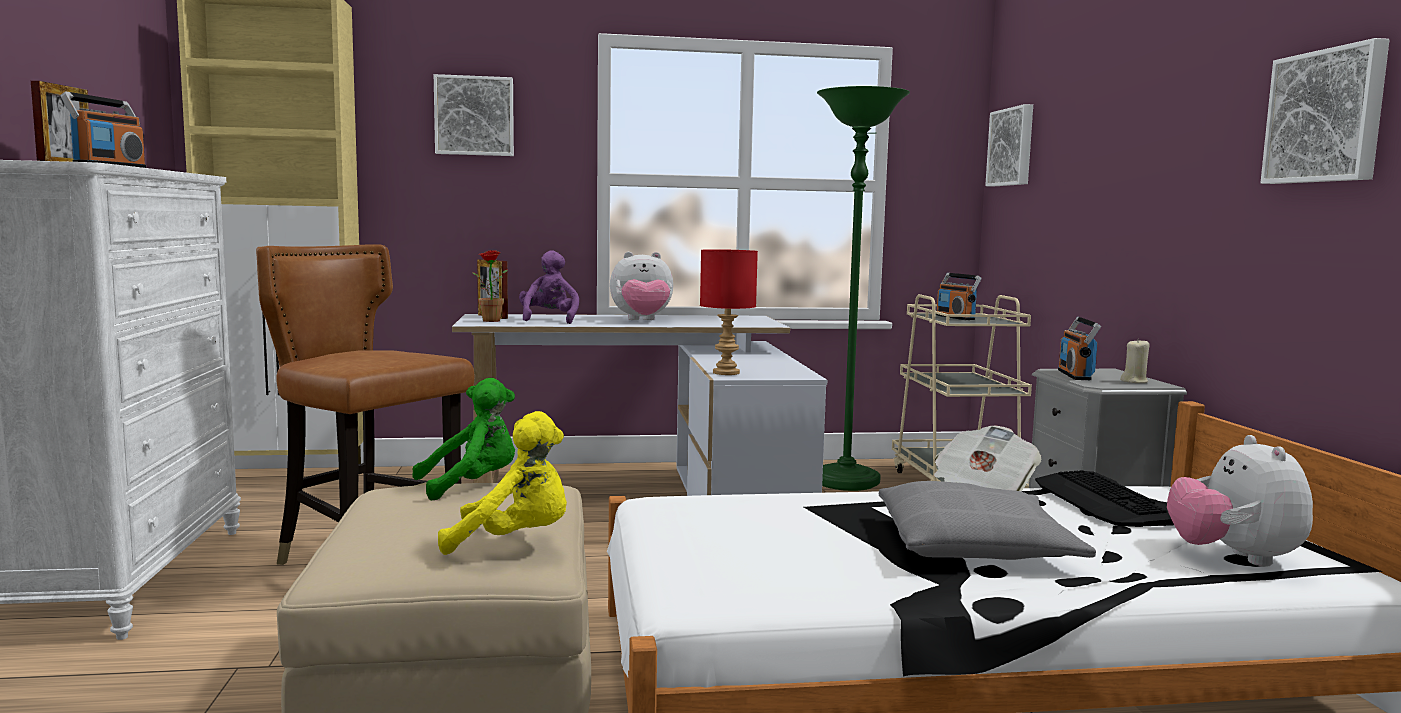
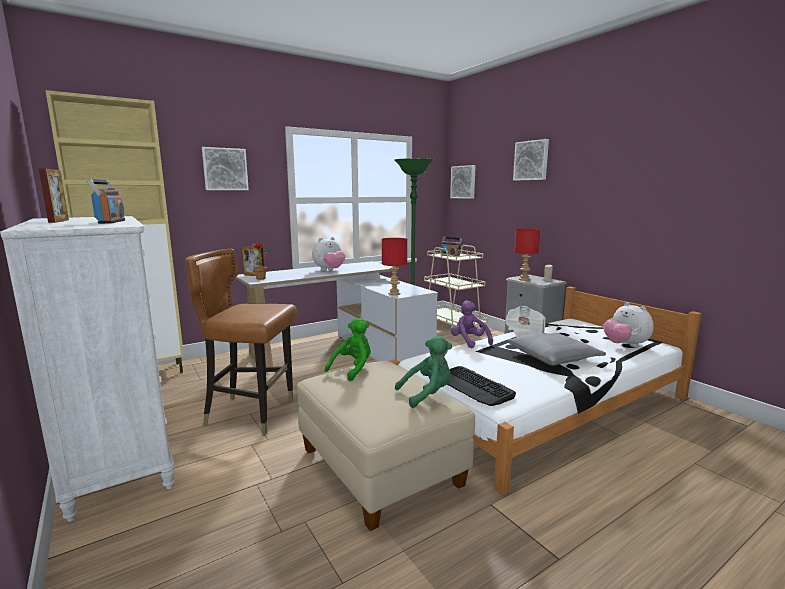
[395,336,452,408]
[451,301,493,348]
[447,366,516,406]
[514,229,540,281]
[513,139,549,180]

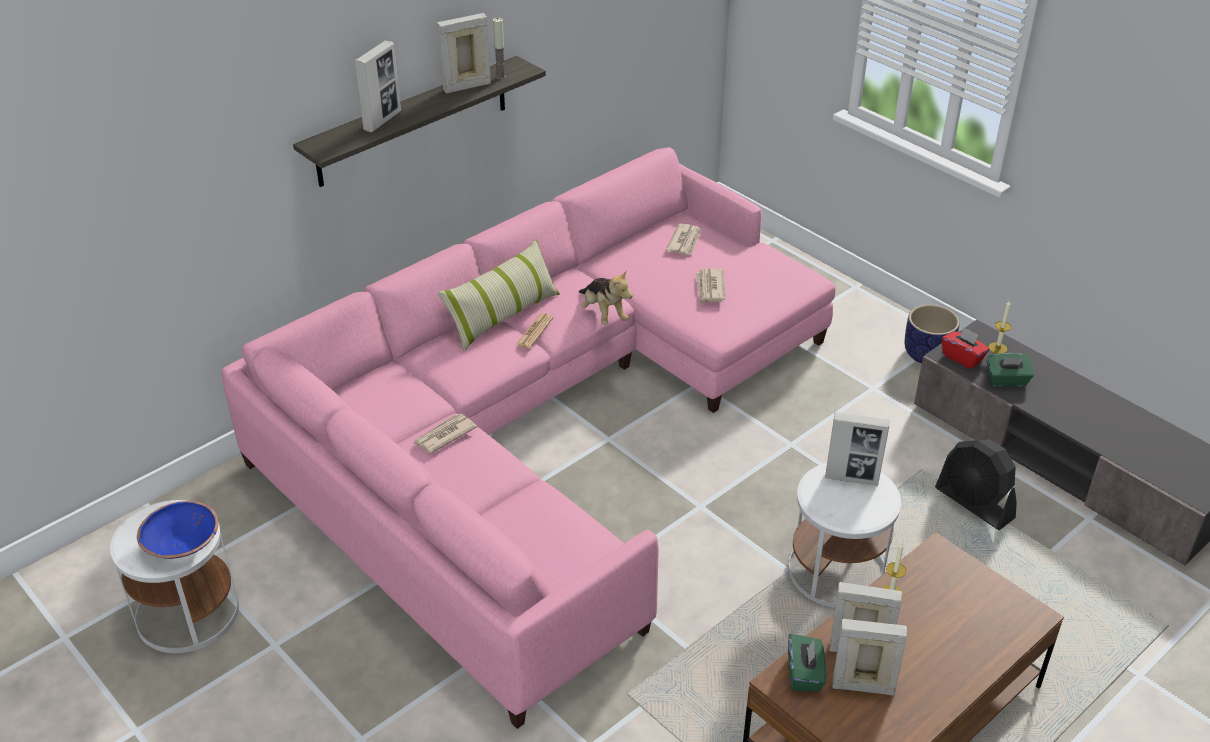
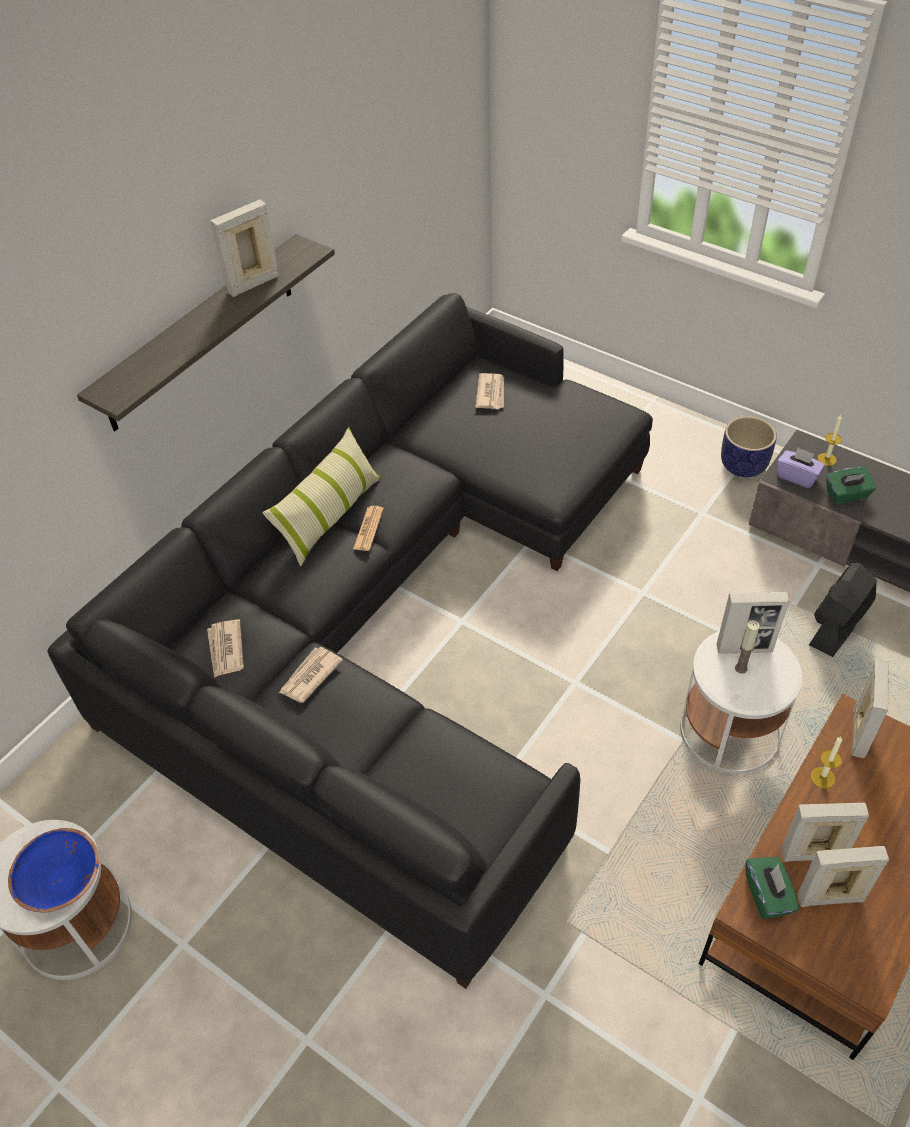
[47,293,653,989]
[851,659,889,758]
[735,621,759,674]
[579,269,633,325] (first image)
[207,619,244,678]
[809,563,877,657]
[777,447,825,488]

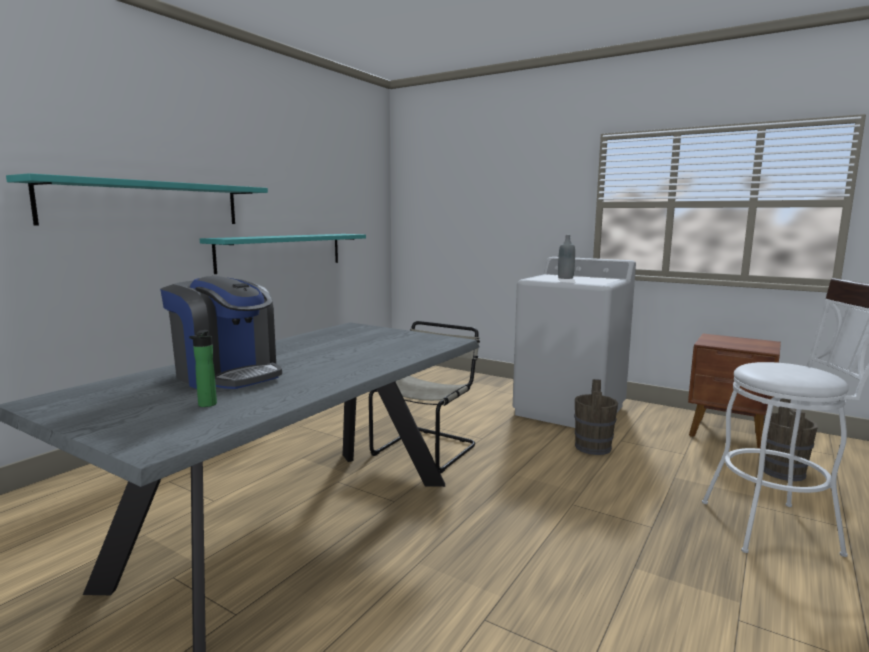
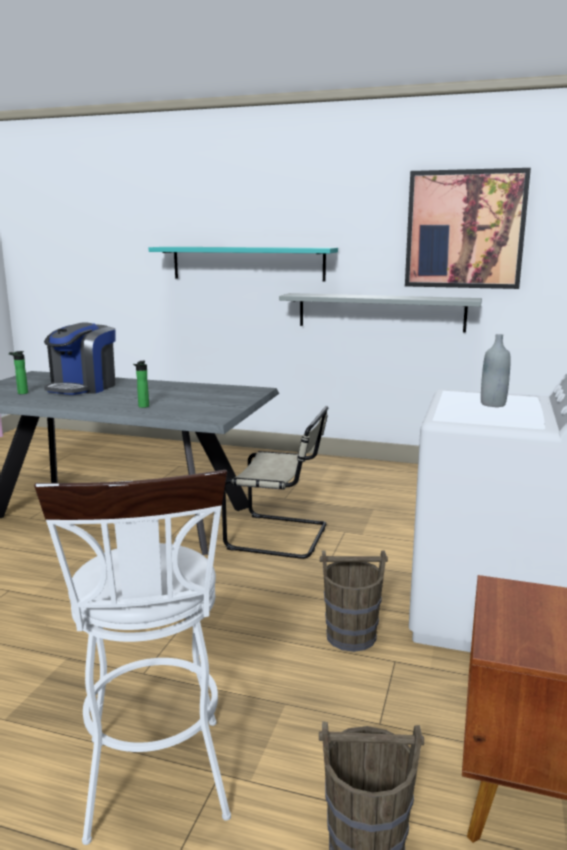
[279,293,482,333]
[133,361,149,408]
[405,168,531,289]

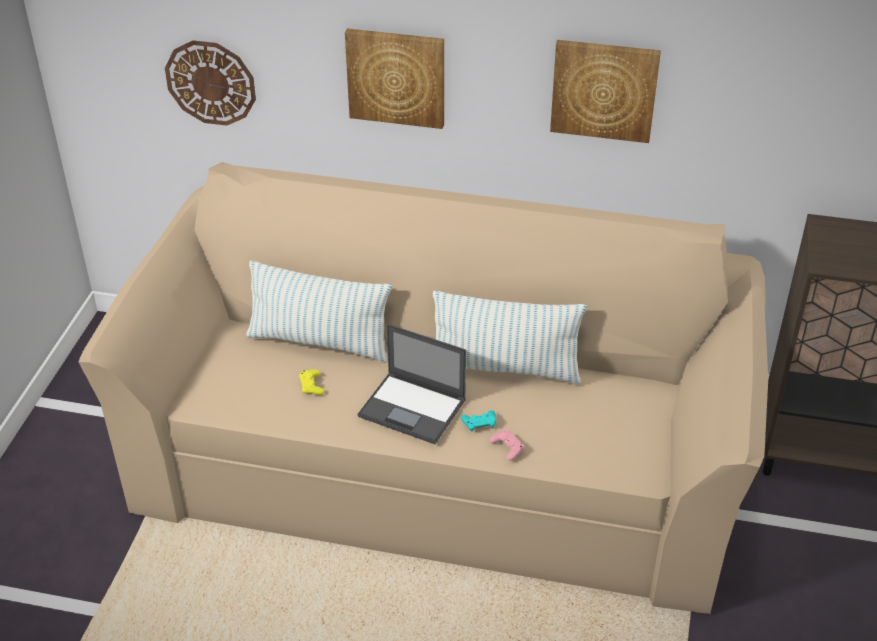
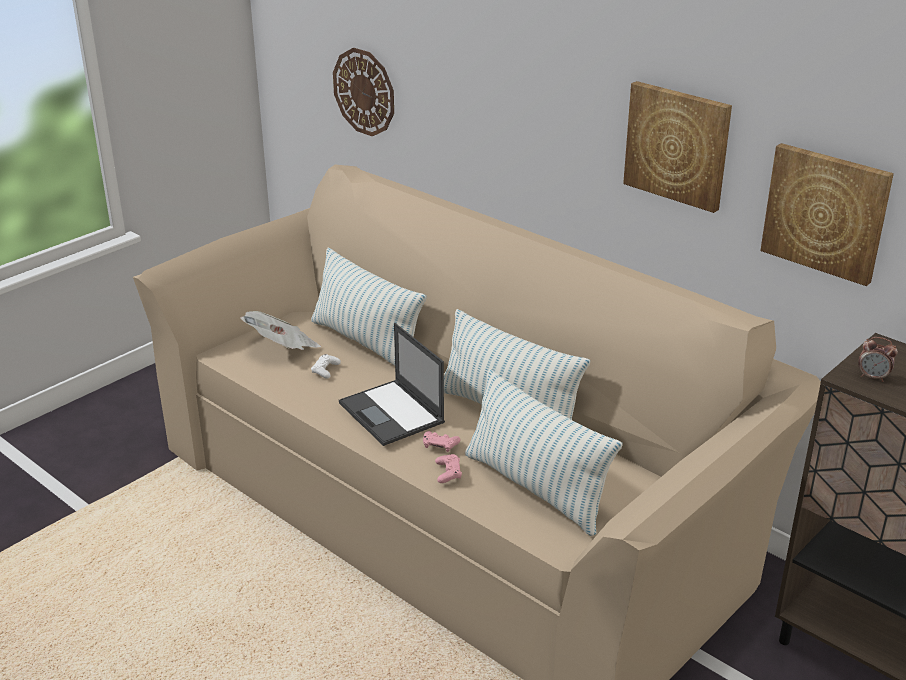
[311,354,341,379]
[760,143,894,286]
[423,431,461,452]
[240,311,321,350]
[465,369,622,536]
[859,337,898,382]

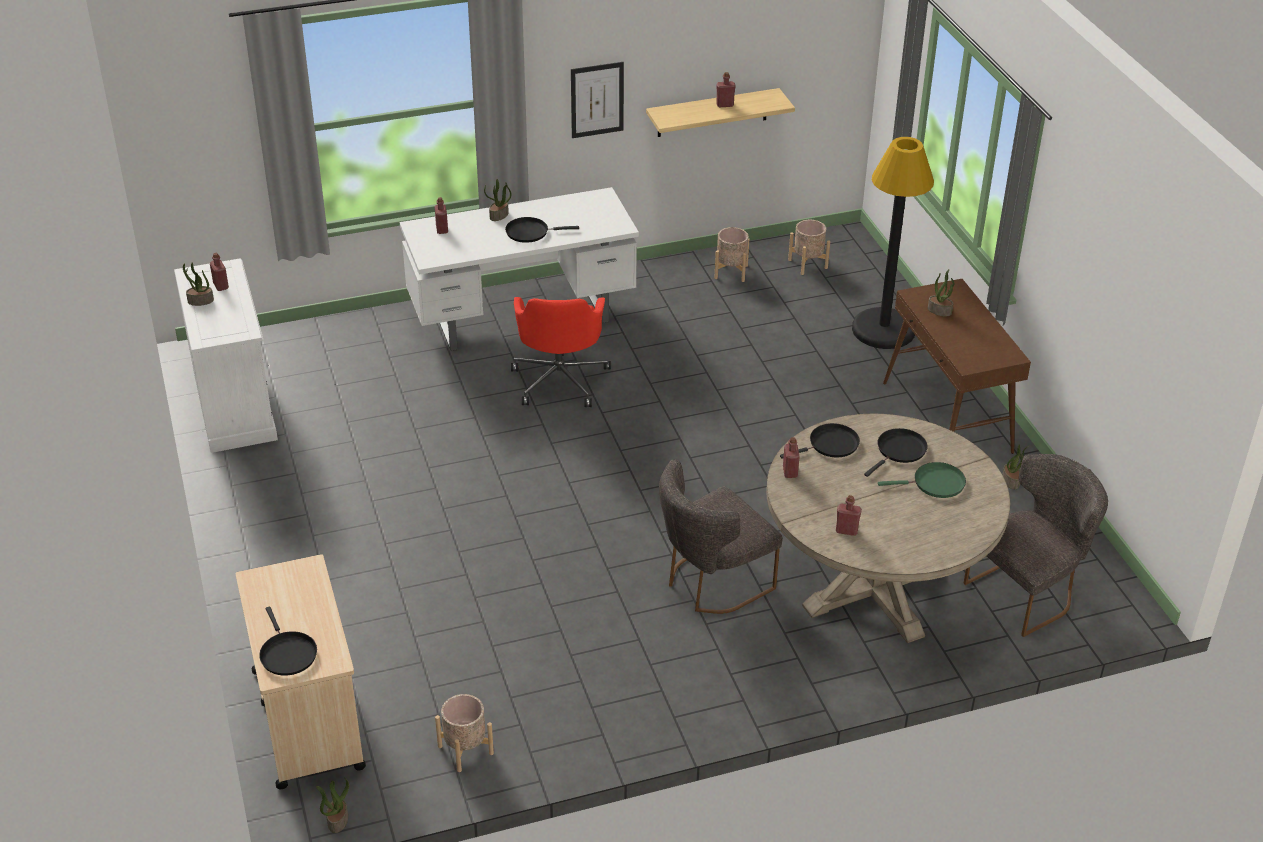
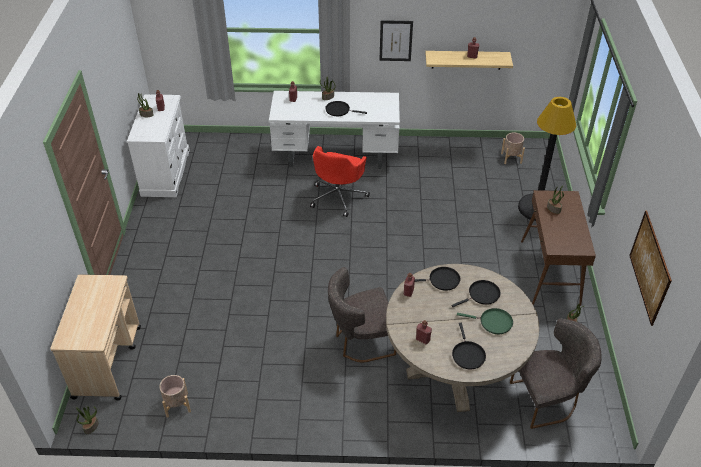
[452,323,486,369]
[714,227,749,282] (first image)
[629,210,672,326]

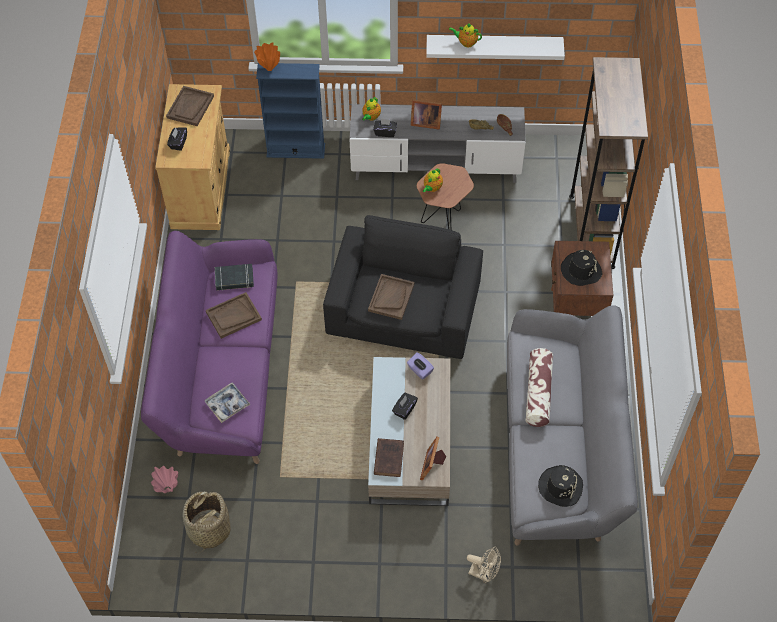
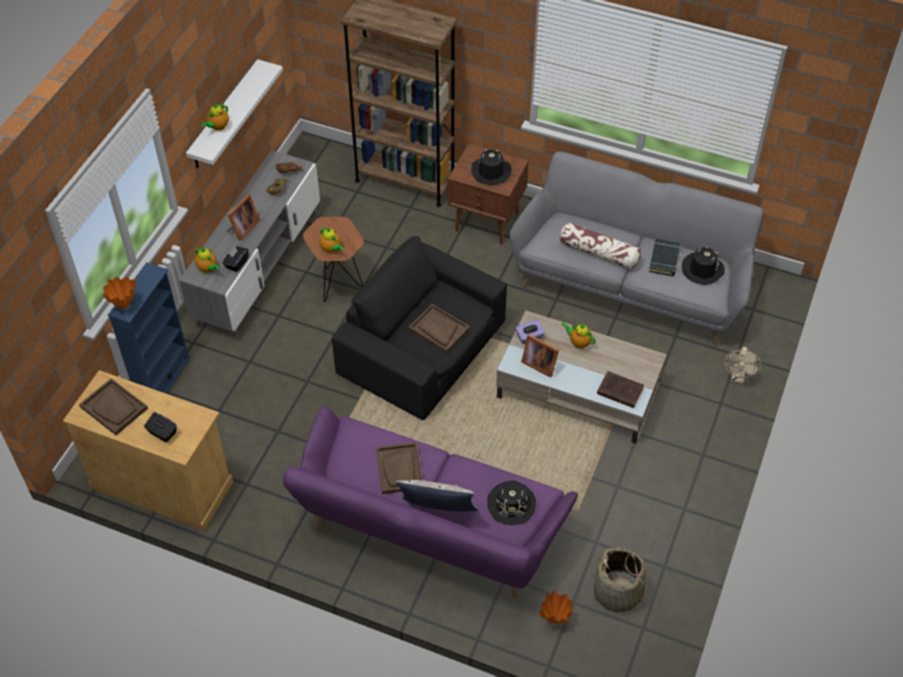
[540,591,574,624]
[487,480,536,525]
[649,239,681,276]
[392,393,418,420] (first image)
[521,334,559,378]
[724,347,761,384]
[396,480,478,512]
[561,322,595,349]

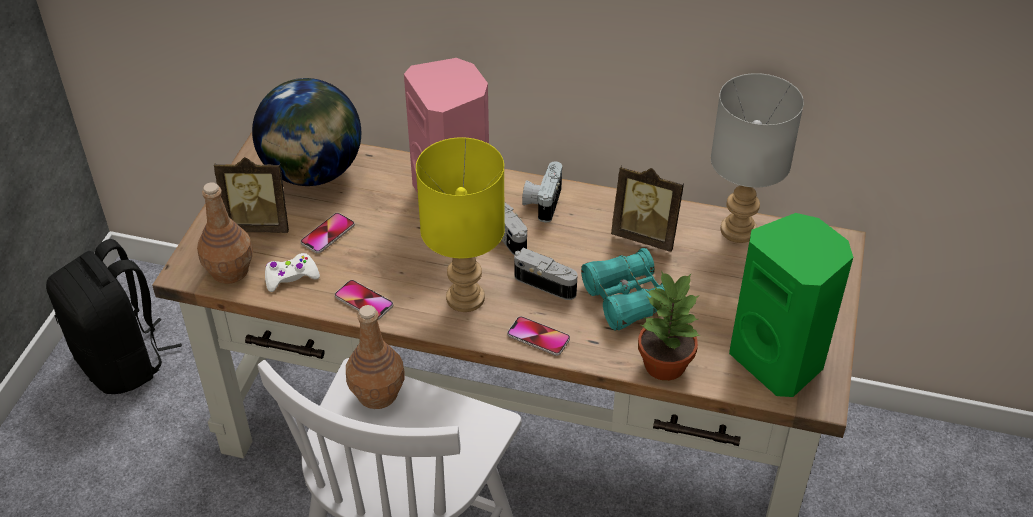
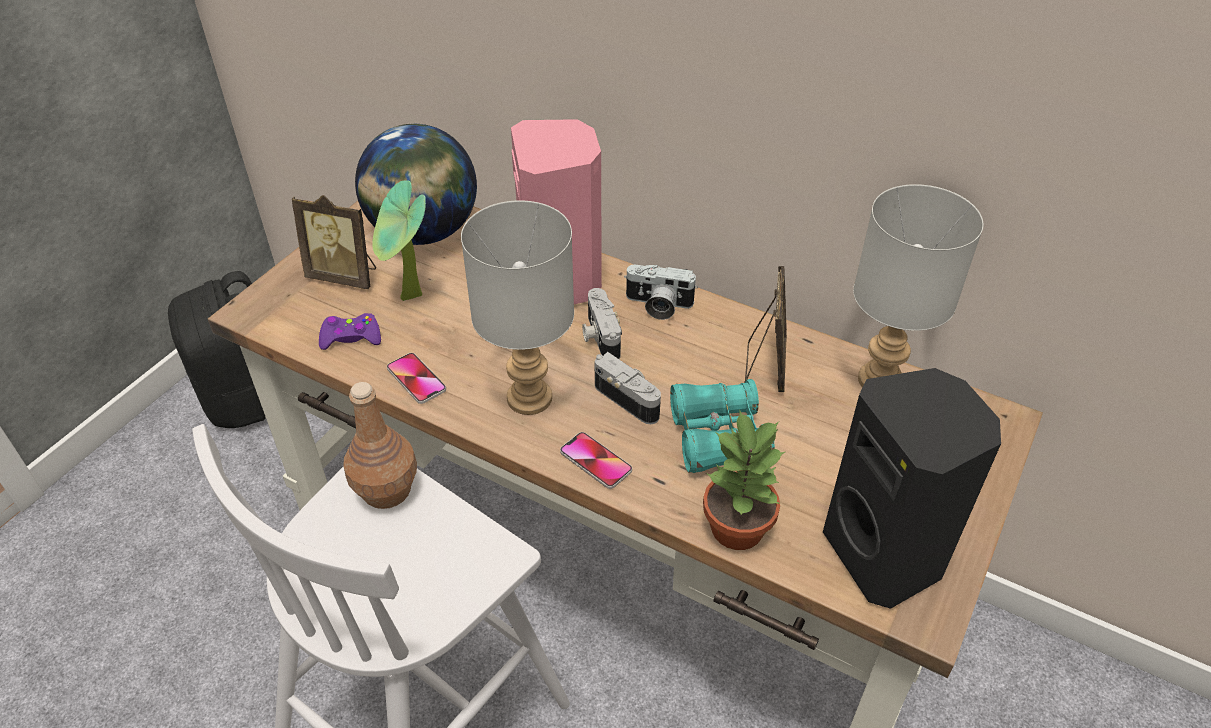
[197,182,253,284] (first image)
[319,313,381,350]
[372,180,426,301]
[461,200,574,415]
[624,264,698,320]
[745,266,787,392]
[823,368,1001,609]

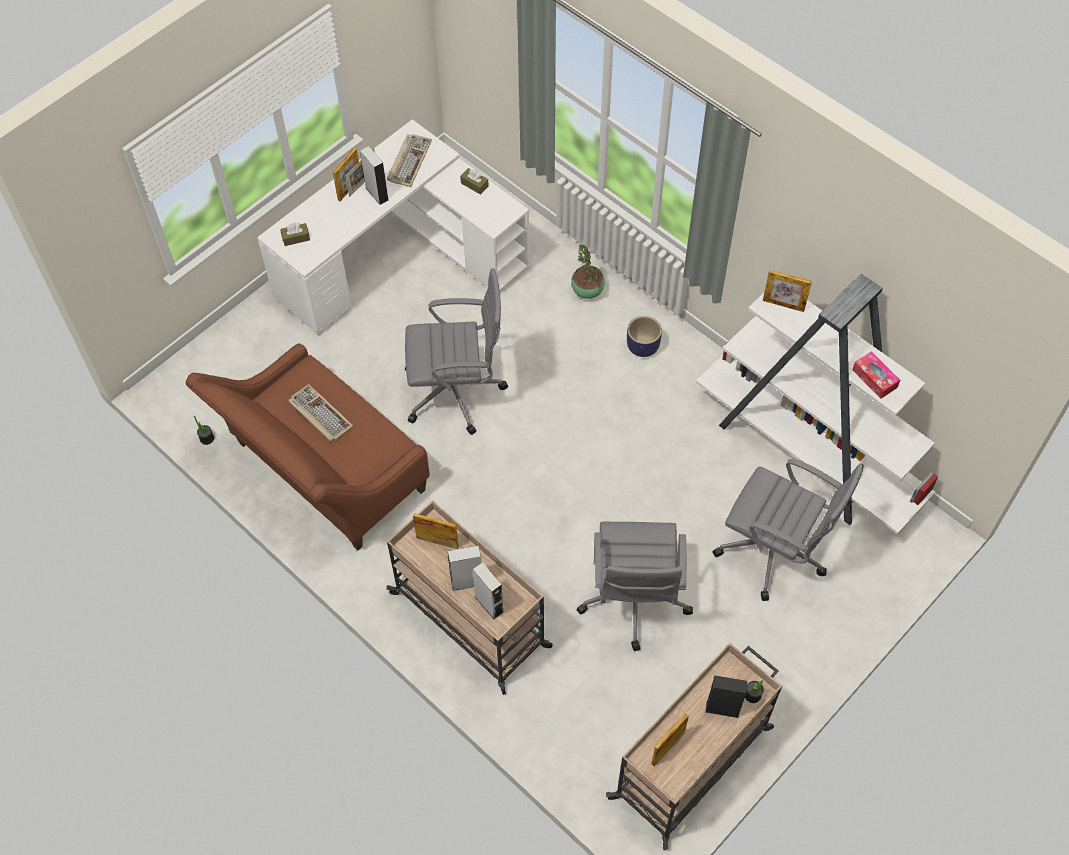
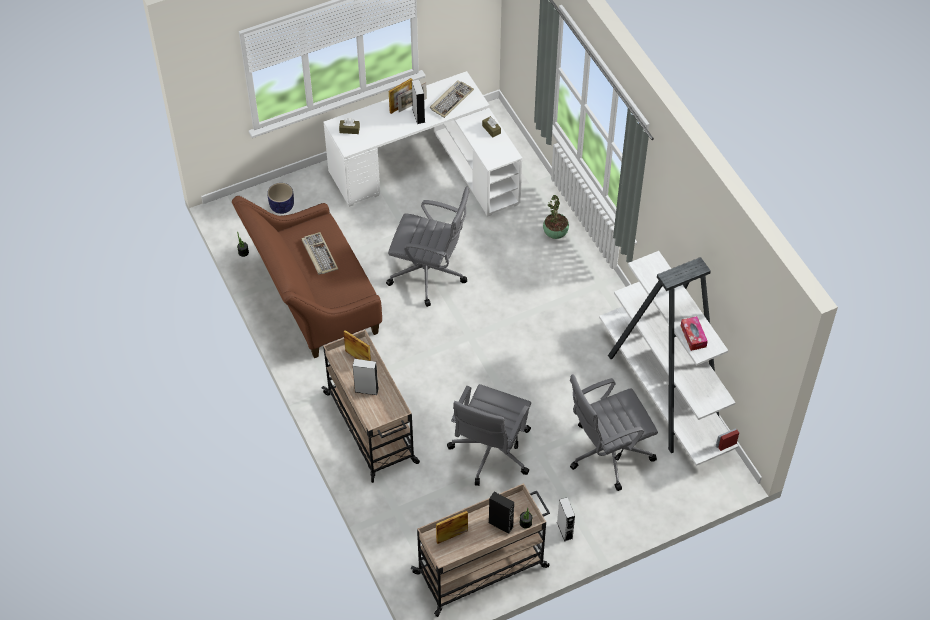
[557,497,575,542]
[267,183,294,214]
[570,374,658,491]
[763,270,812,312] (first image)

